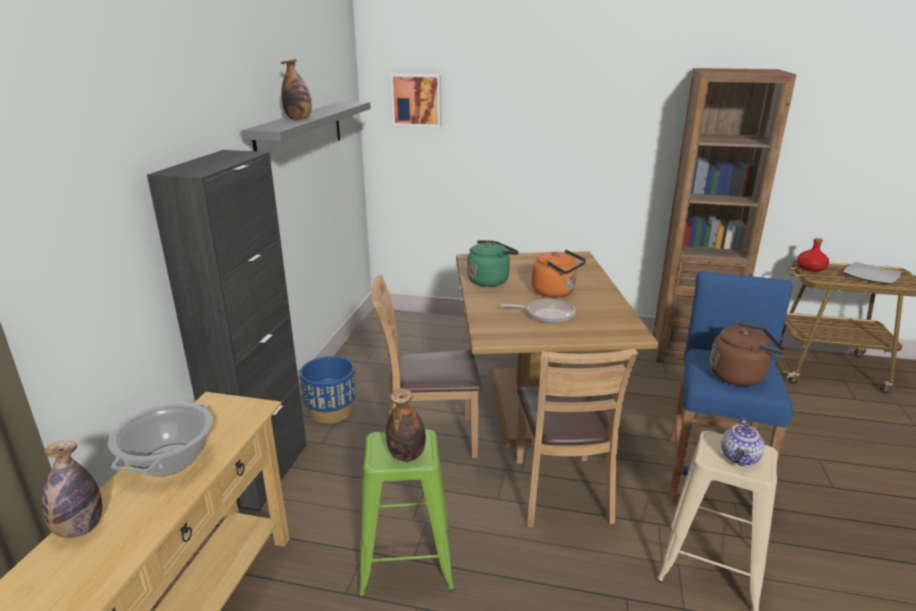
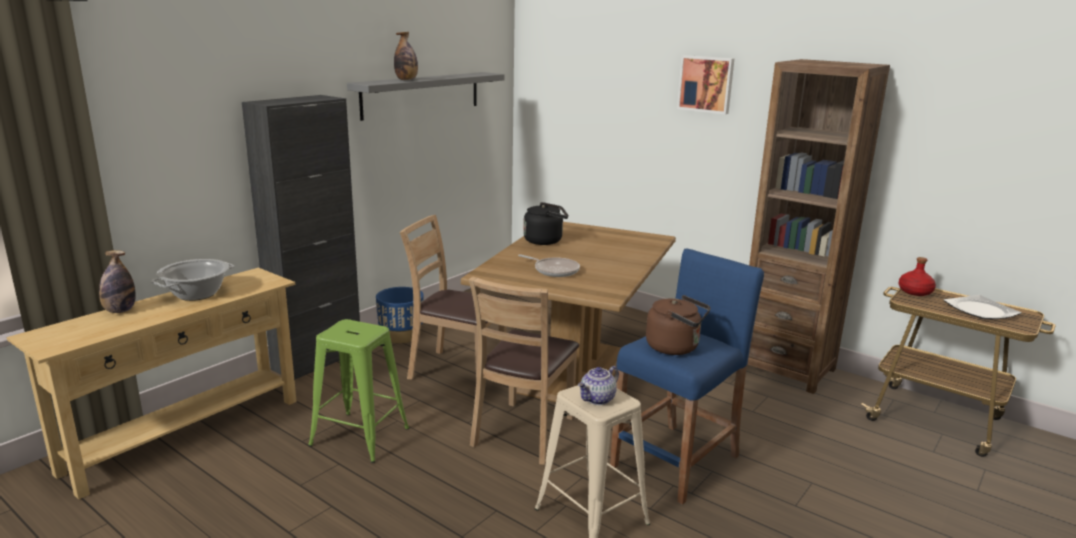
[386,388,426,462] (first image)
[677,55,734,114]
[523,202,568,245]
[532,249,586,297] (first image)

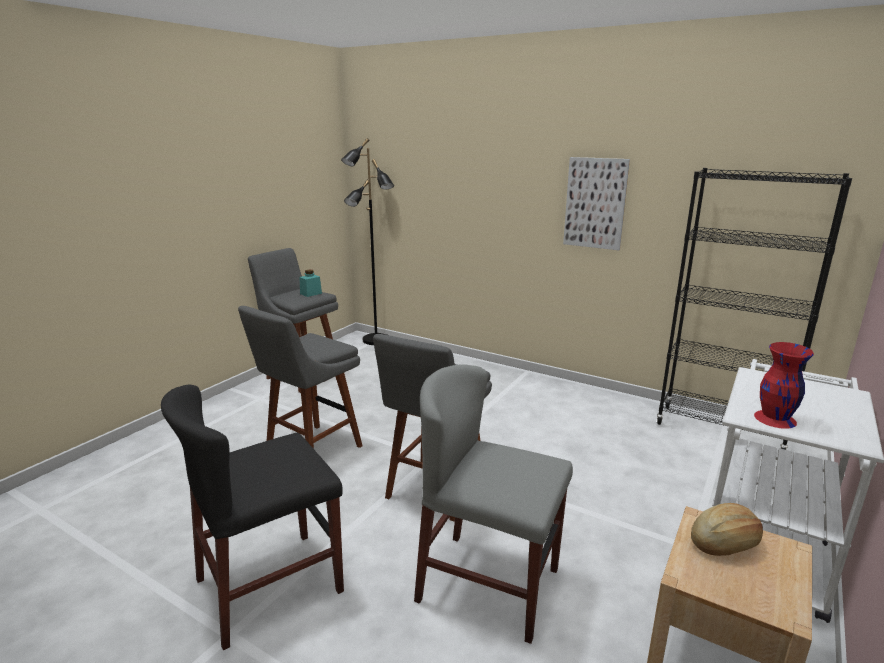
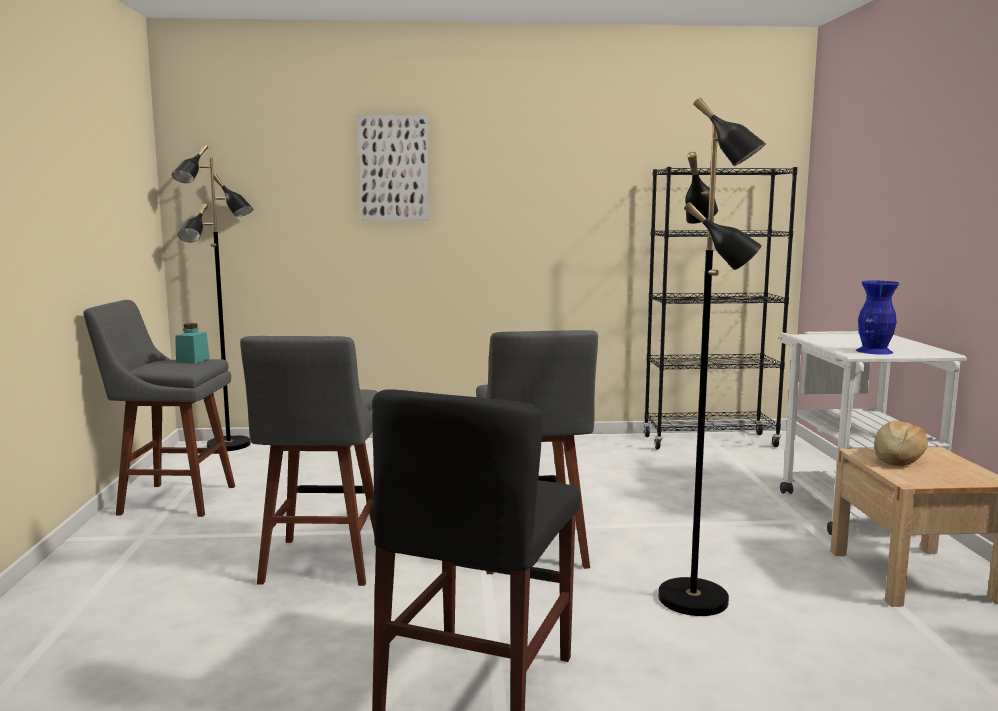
[658,98,766,616]
[358,115,429,221]
[856,281,899,355]

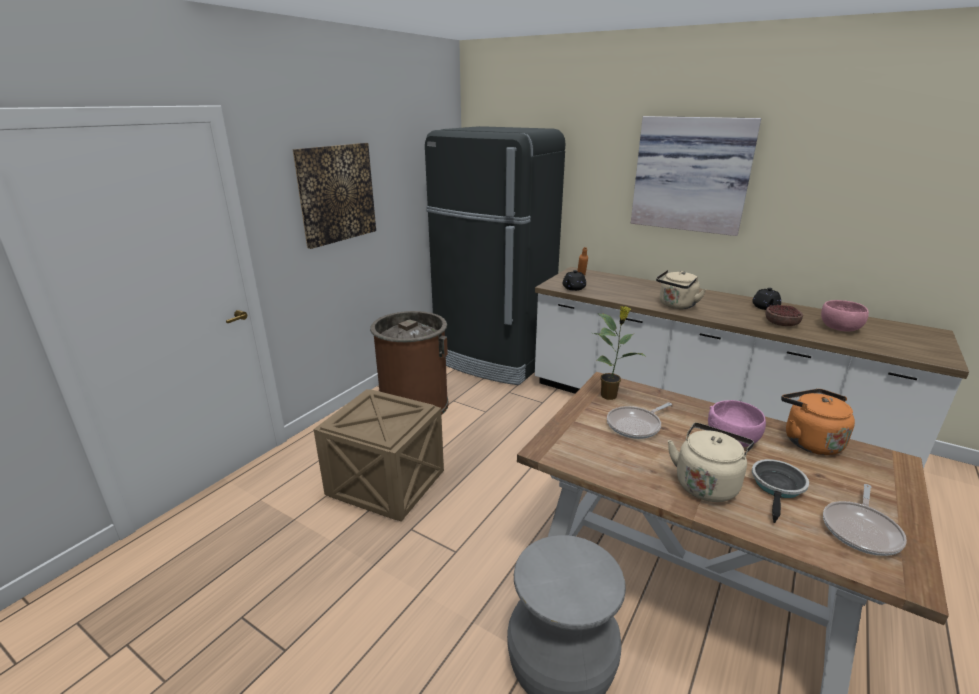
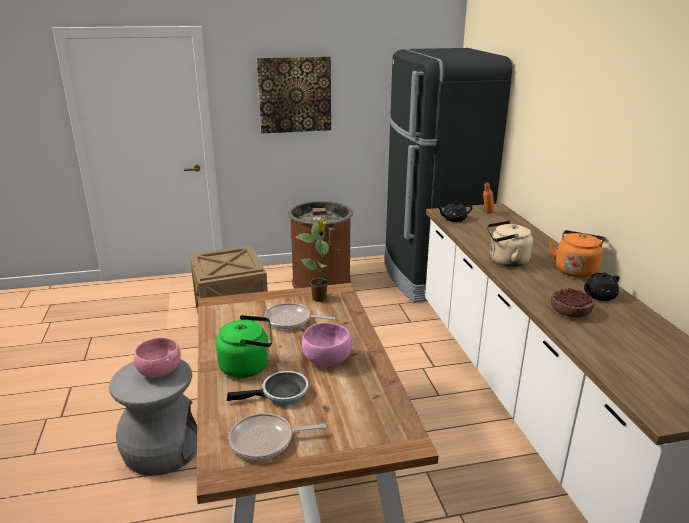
[631,116,761,236] (first image)
[216,315,272,378]
[549,230,606,278]
[134,338,181,377]

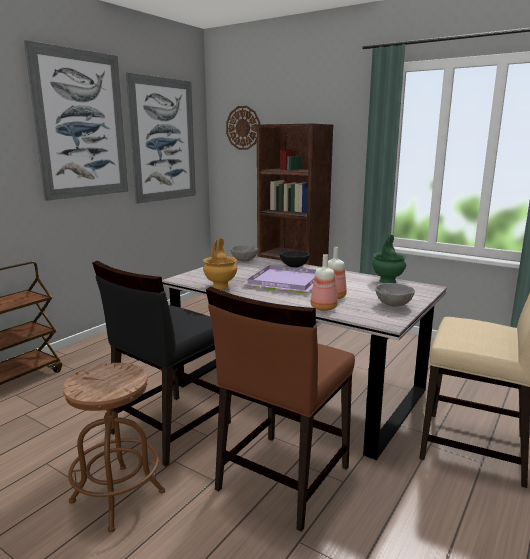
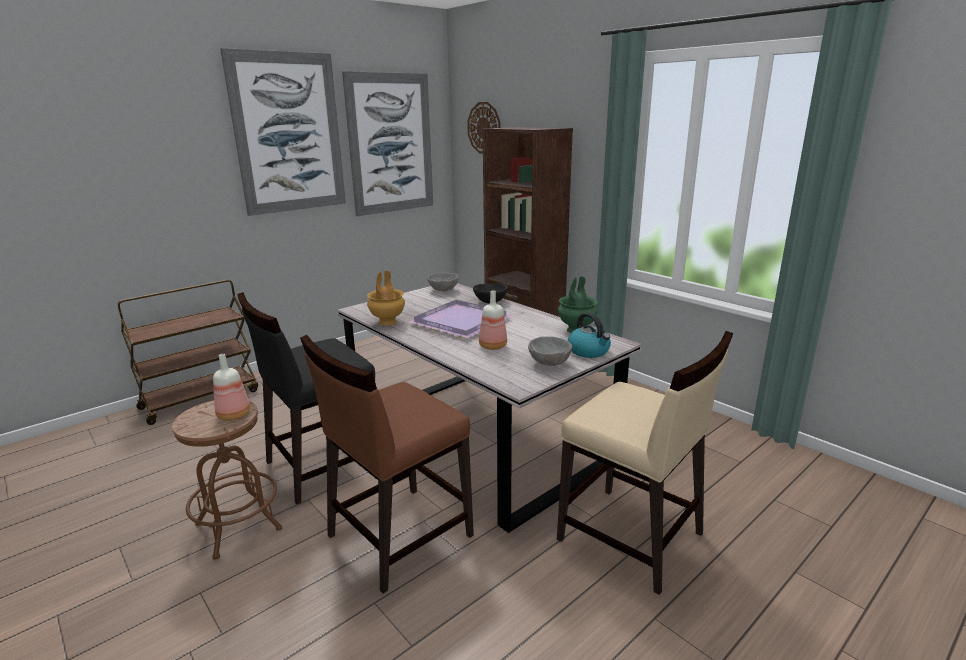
[213,354,250,421]
[568,312,611,358]

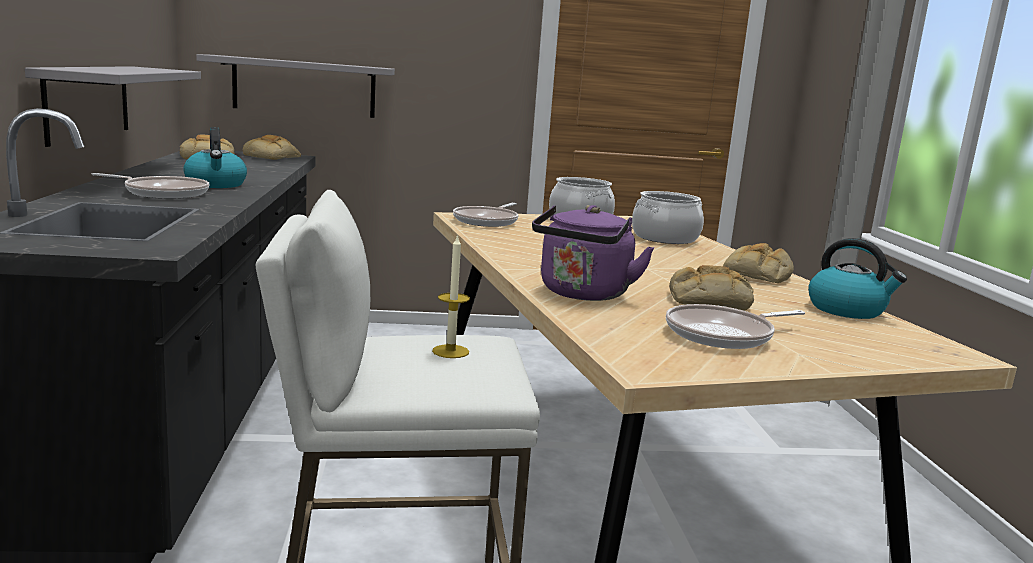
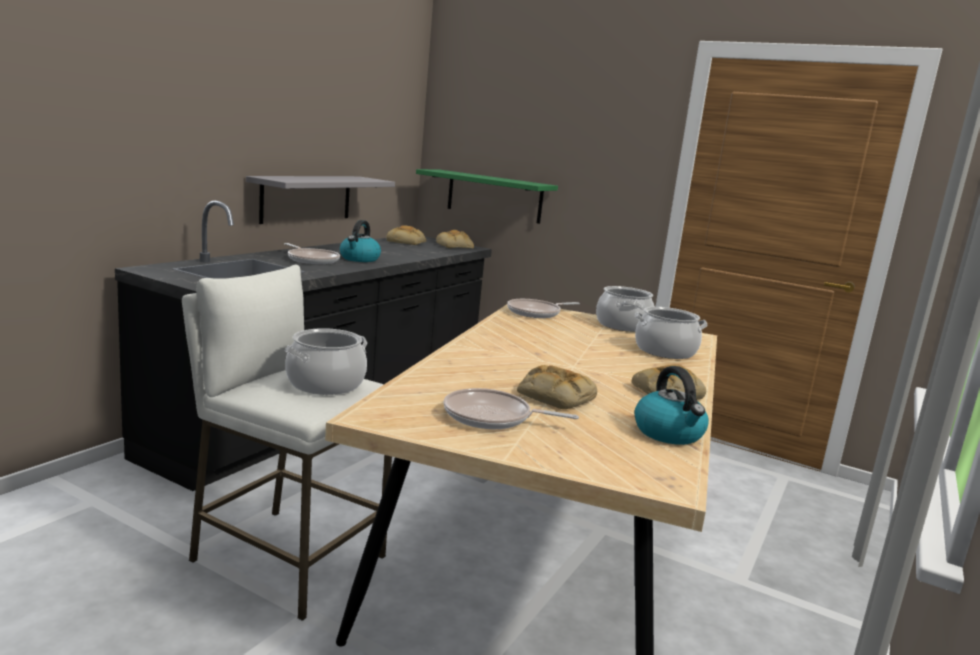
[416,169,558,224]
[285,328,367,395]
[532,205,654,301] (first image)

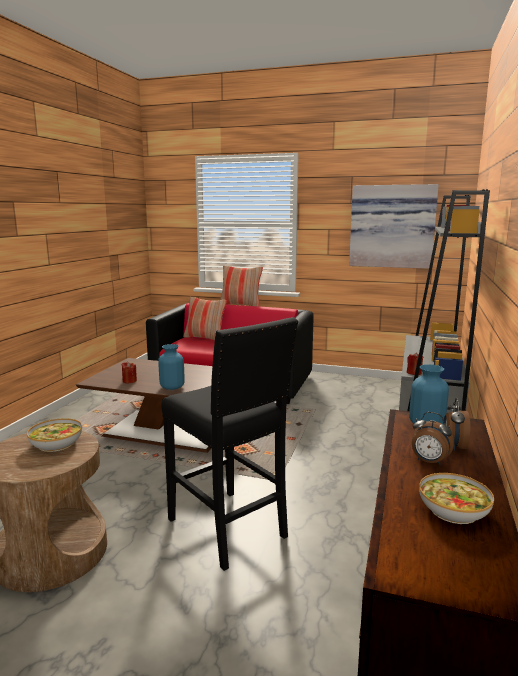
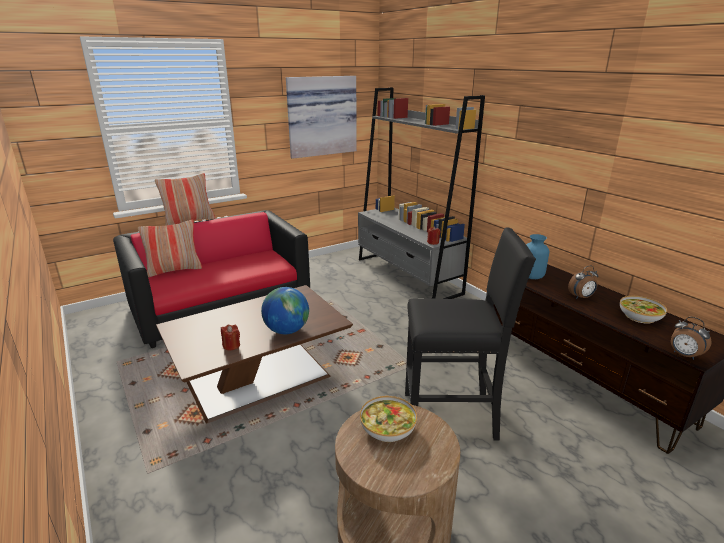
[261,287,309,334]
[671,317,712,360]

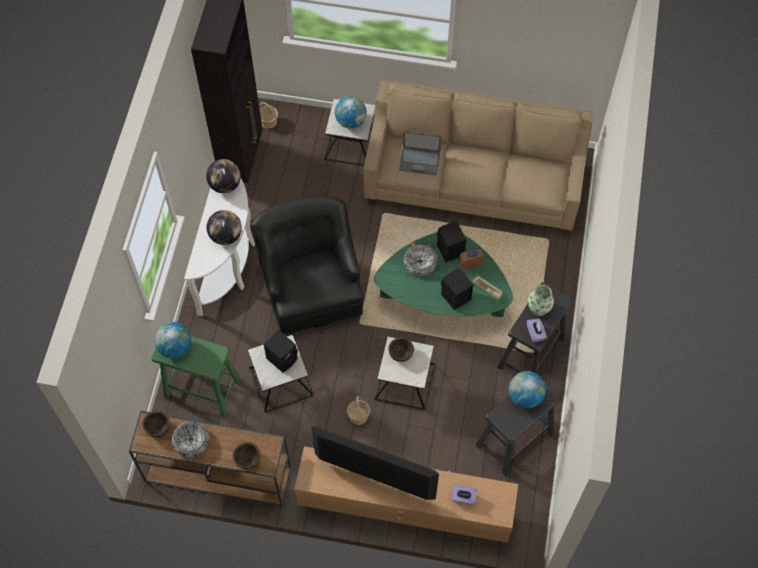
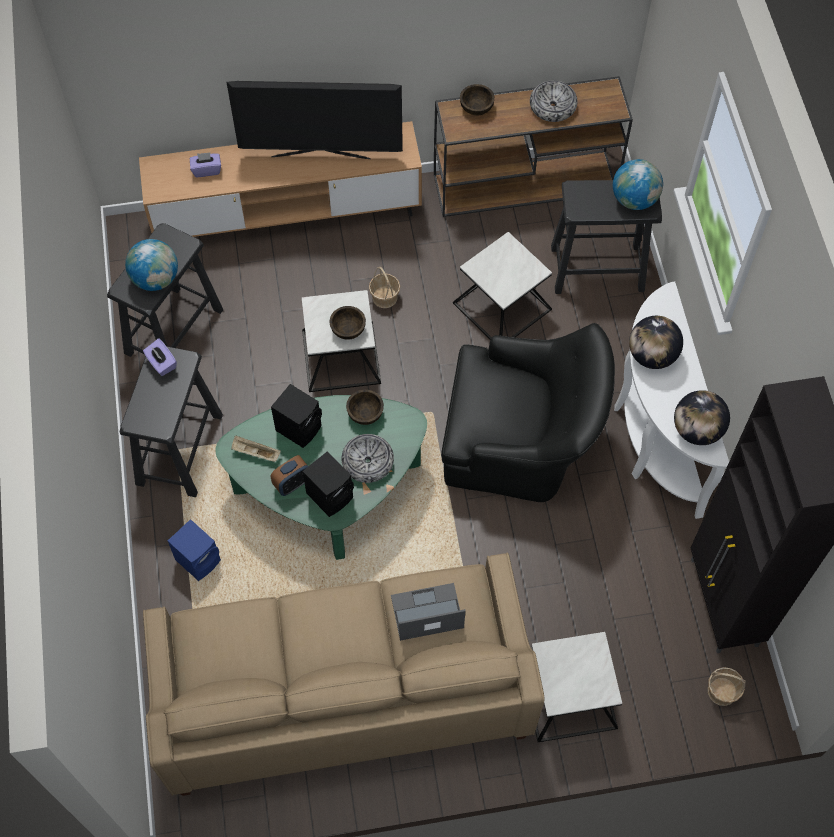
[346,389,384,425]
[551,180,662,294]
[441,323,615,502]
[264,330,298,373] (first image)
[335,96,367,129] (first image)
[528,284,554,316] (first image)
[168,519,221,581]

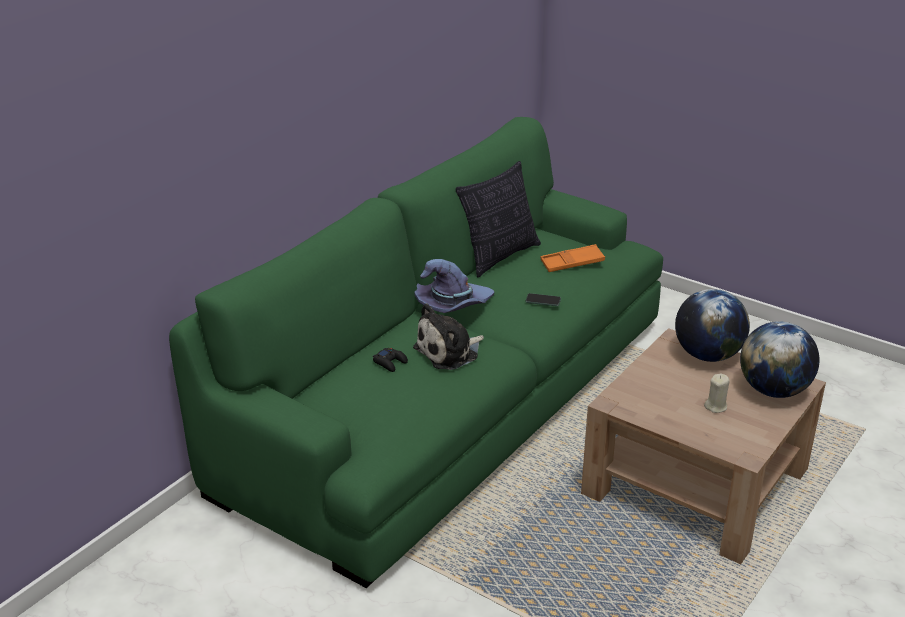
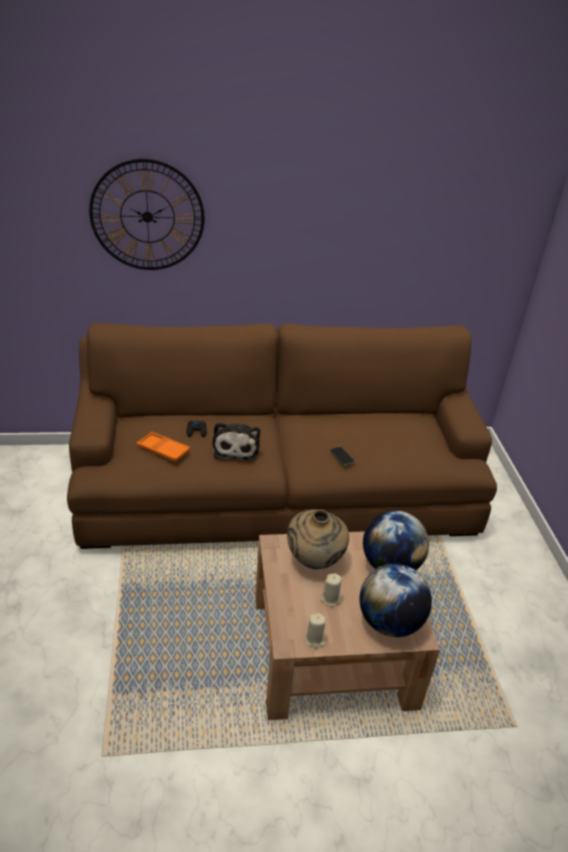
[67,323,497,549]
[212,422,260,461]
[414,259,494,313] (first image)
[455,161,541,277] (first image)
[136,432,190,462]
[89,159,205,270]
[287,510,349,569]
[305,613,326,649]

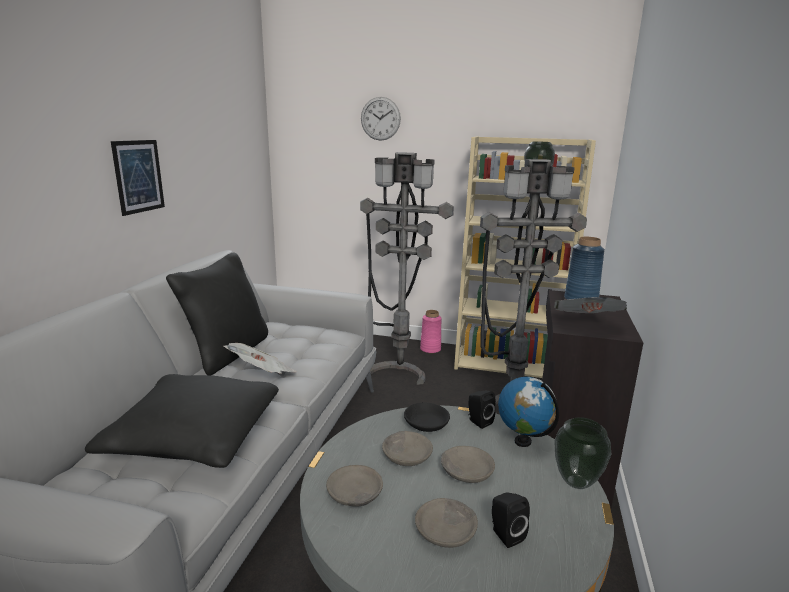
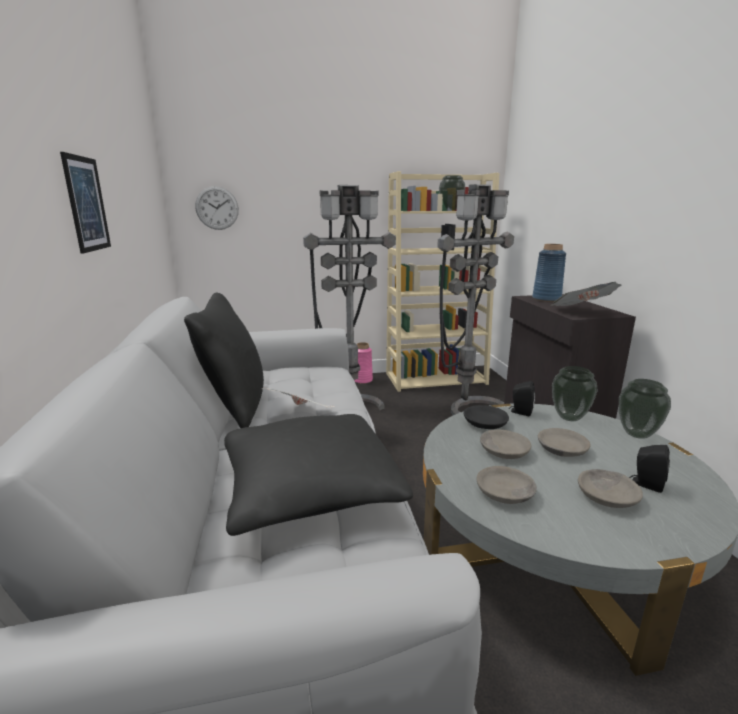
[195,186,239,230]
[552,366,598,421]

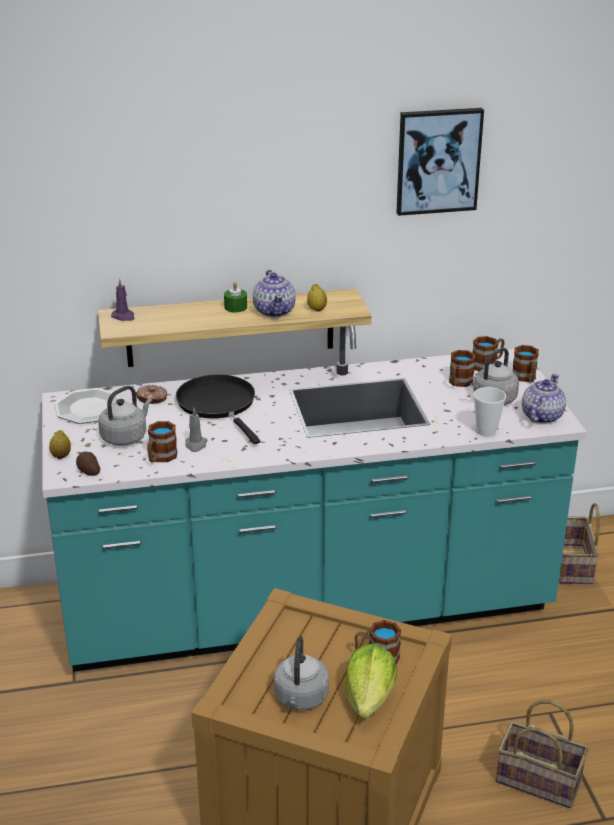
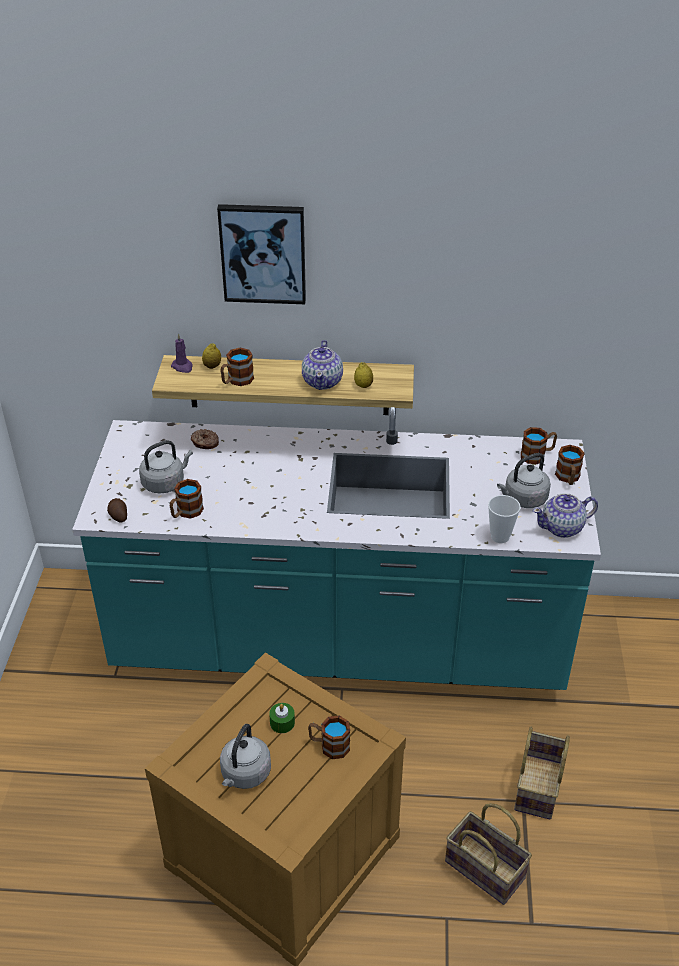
[202,343,221,369]
[55,388,121,424] (first image)
[176,374,260,444] (first image)
[185,408,207,452] (first image)
[269,703,295,733]
[344,644,397,718] (first image)
[217,204,306,304]
[220,348,254,386]
[533,493,598,538]
[514,727,570,820]

